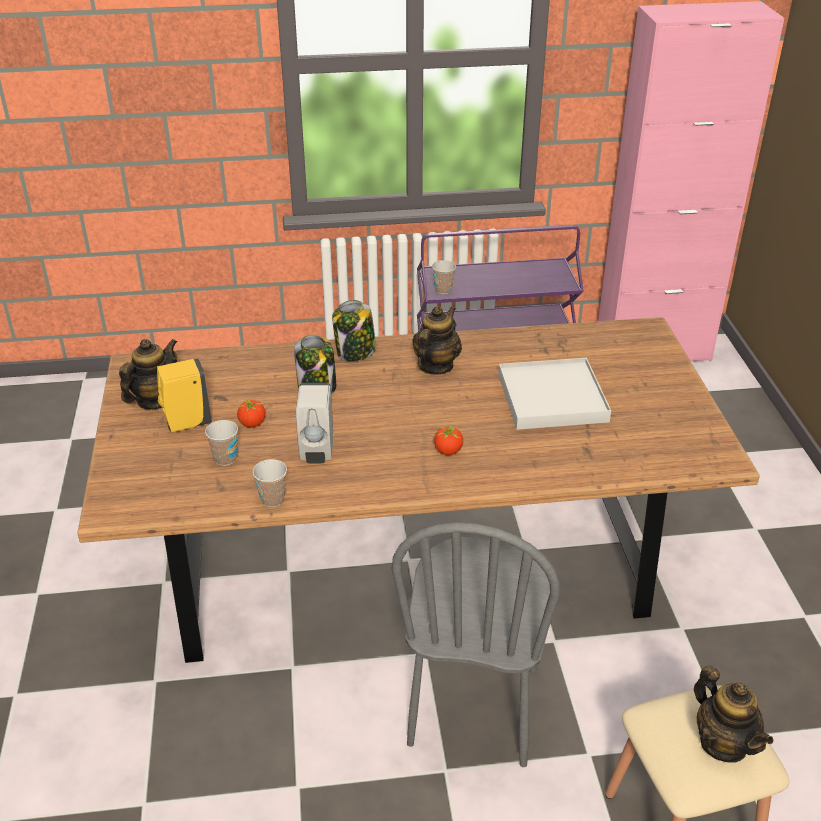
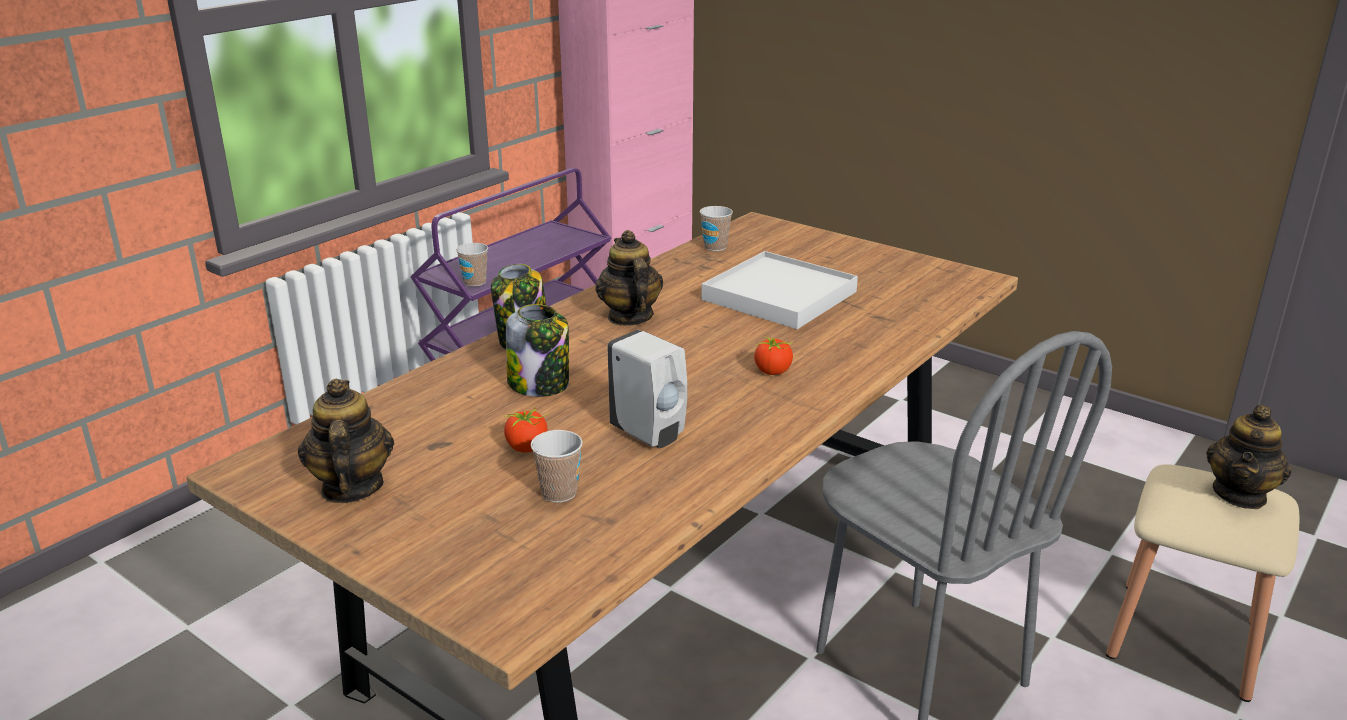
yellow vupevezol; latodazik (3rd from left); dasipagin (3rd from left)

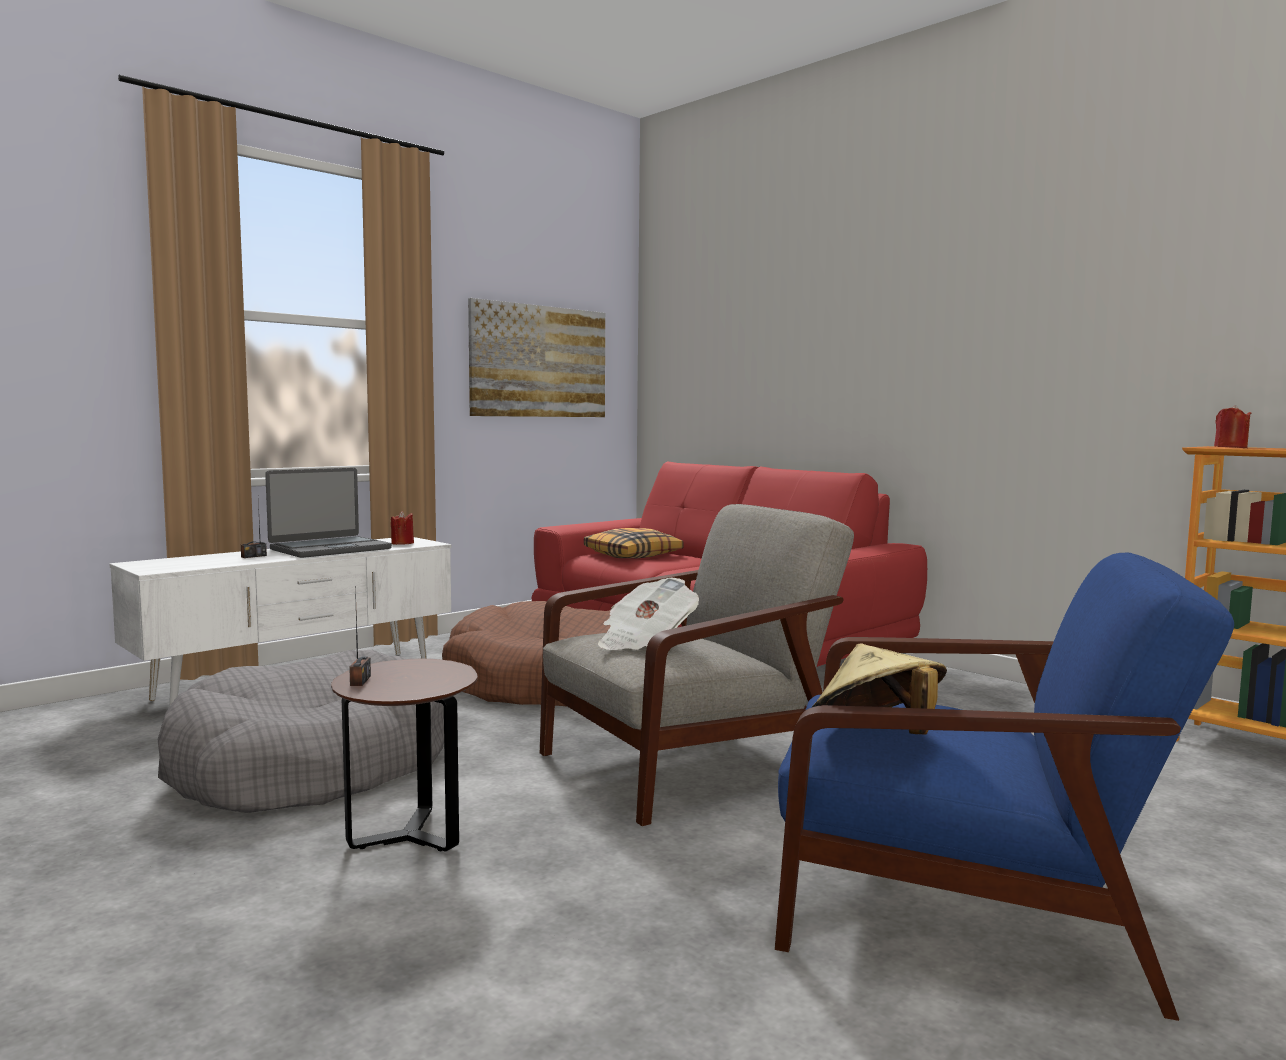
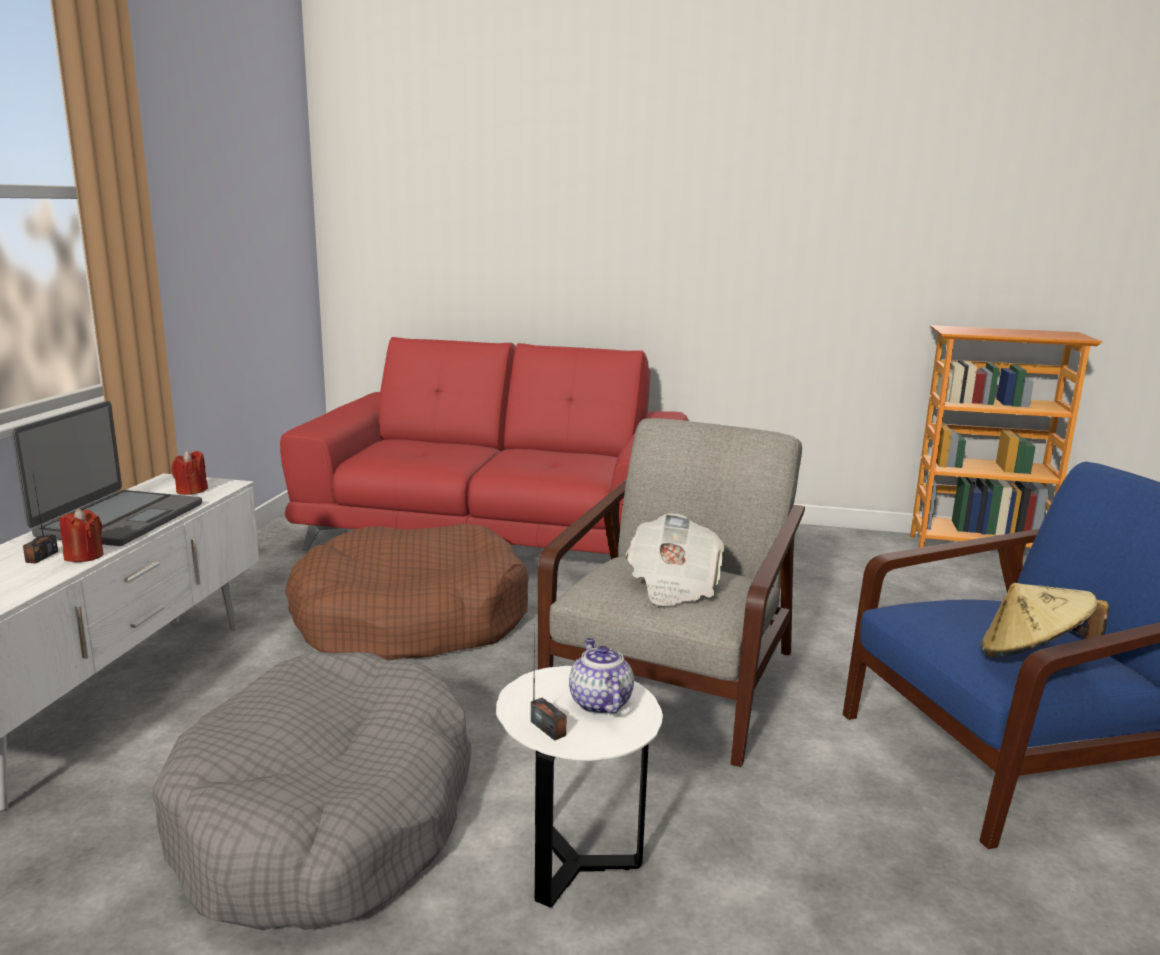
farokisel; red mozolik (1st from left); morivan; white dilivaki; dasipagin

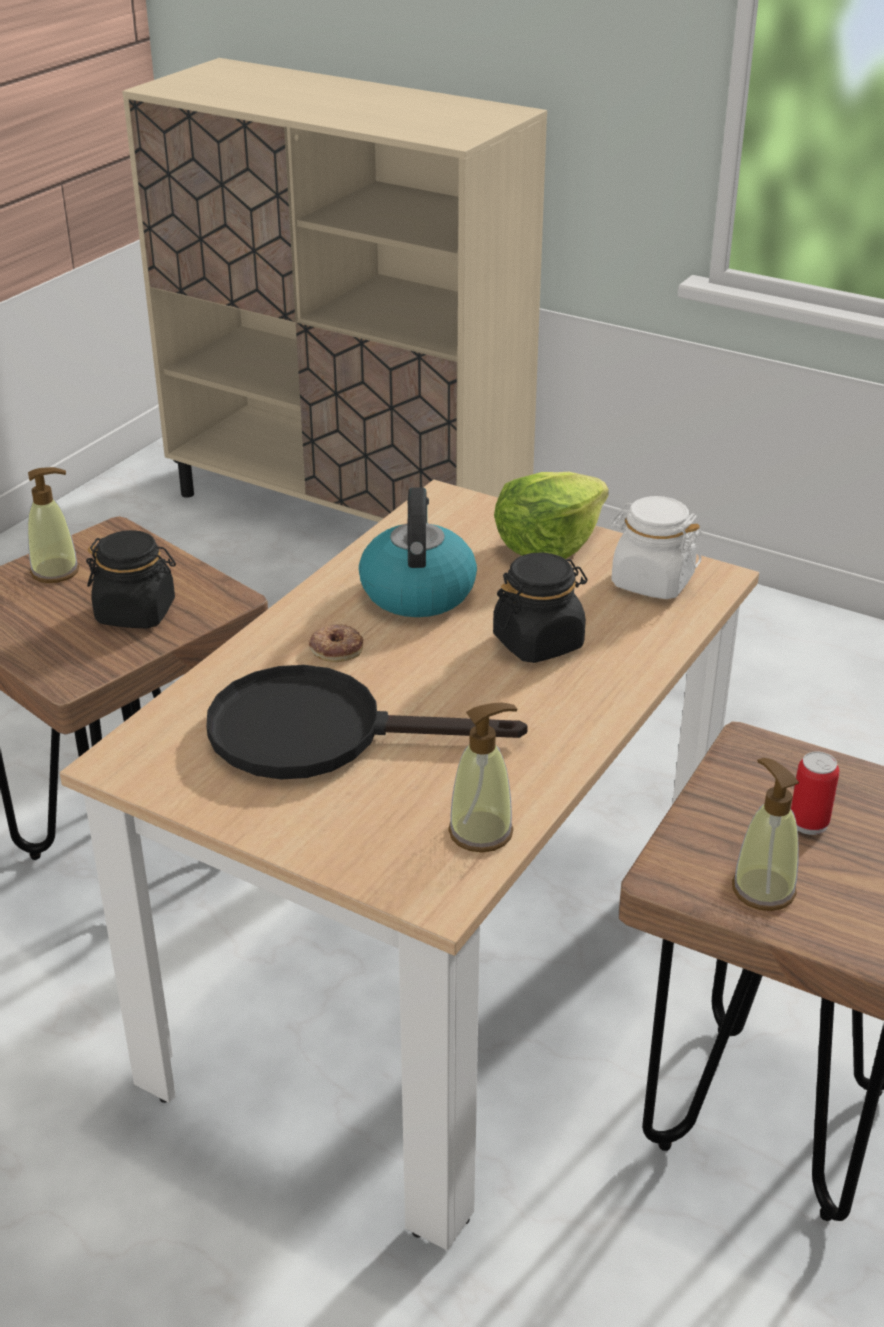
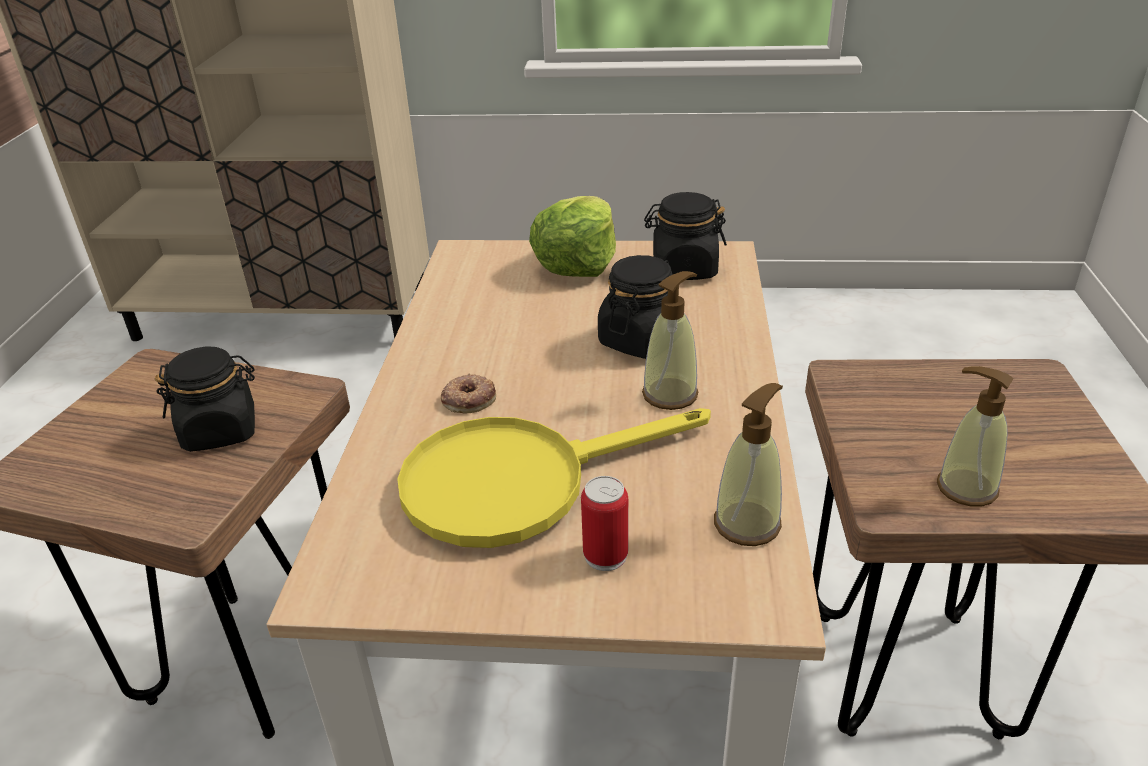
vupevezol (1st from left); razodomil; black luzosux (3rd from left); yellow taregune; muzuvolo

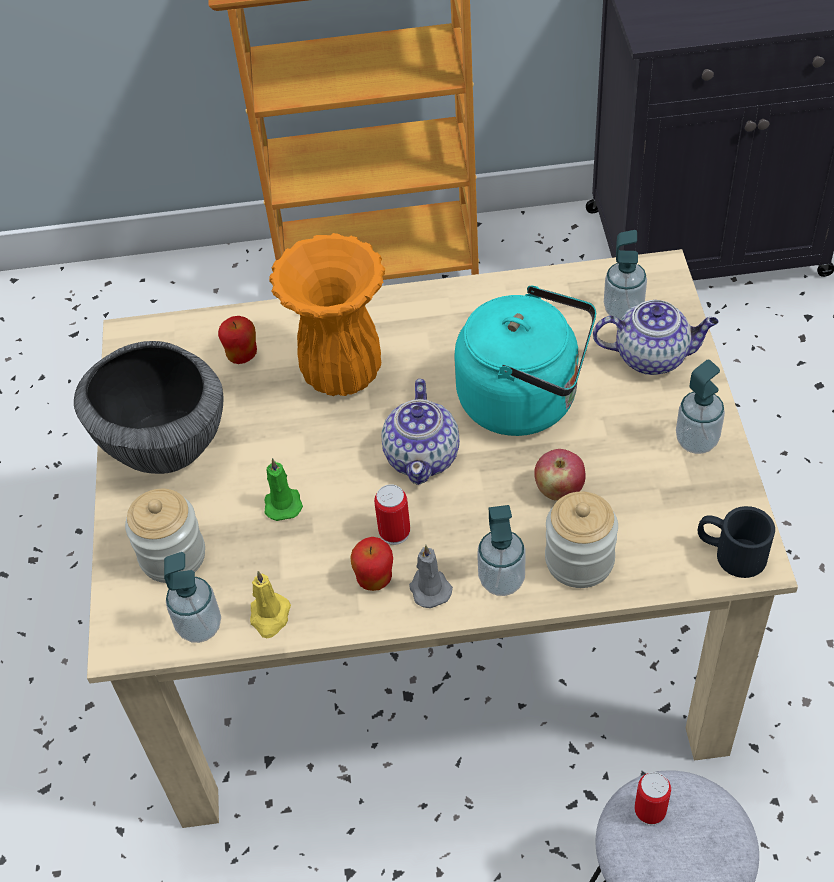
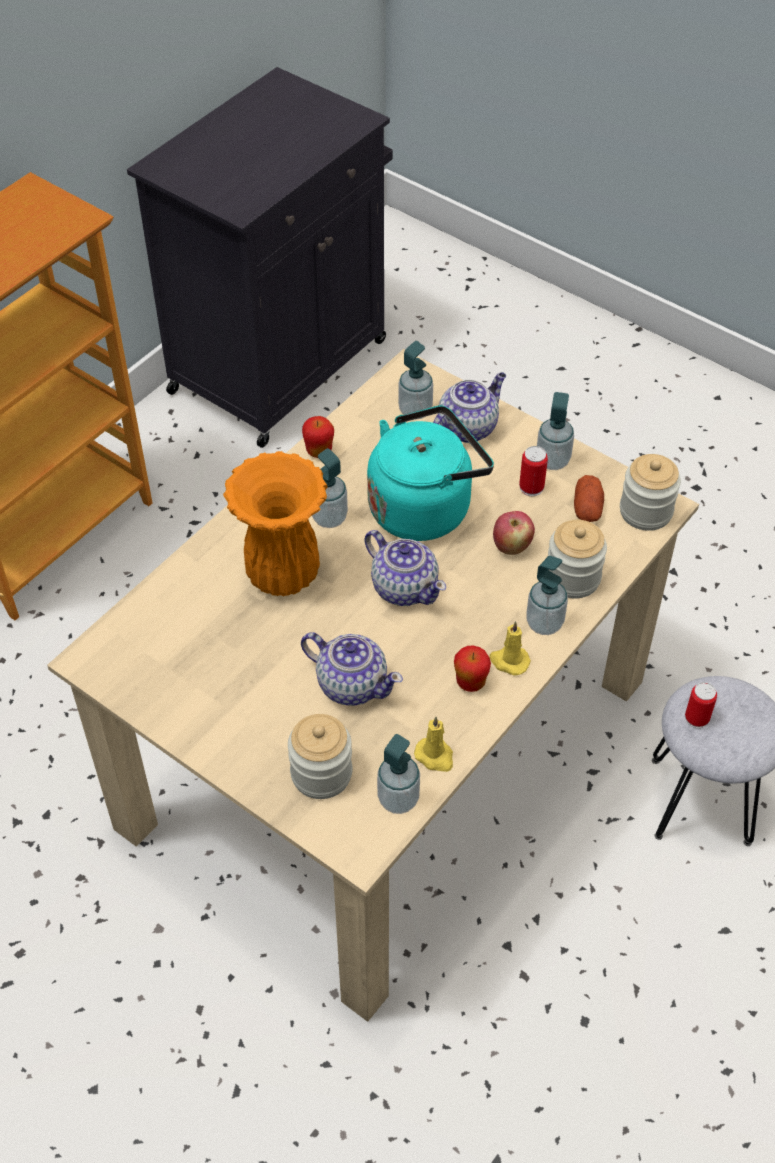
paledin (1st from left); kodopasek; dasipagin (1st from left); muzuvolo (1st from left); luzosux (3rd from left); yellow mozolik (2nd from left); vupevezol (1st from left); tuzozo

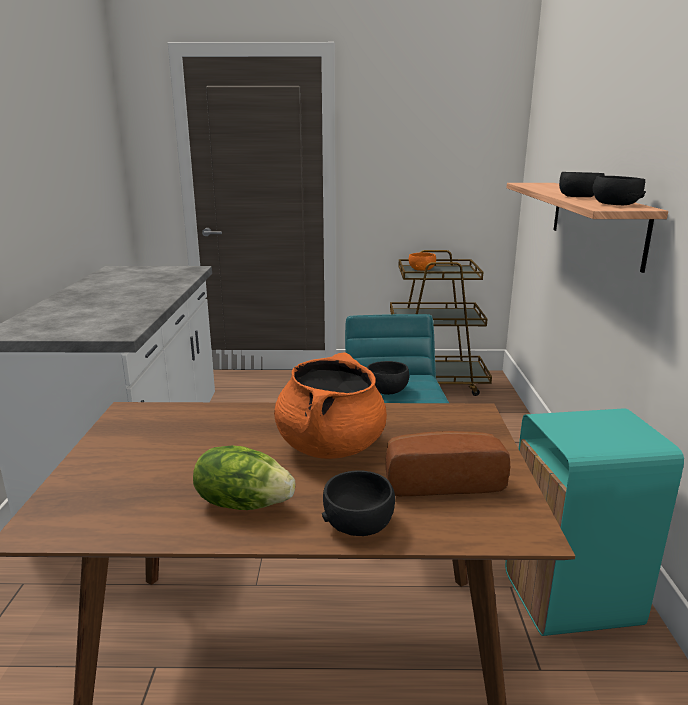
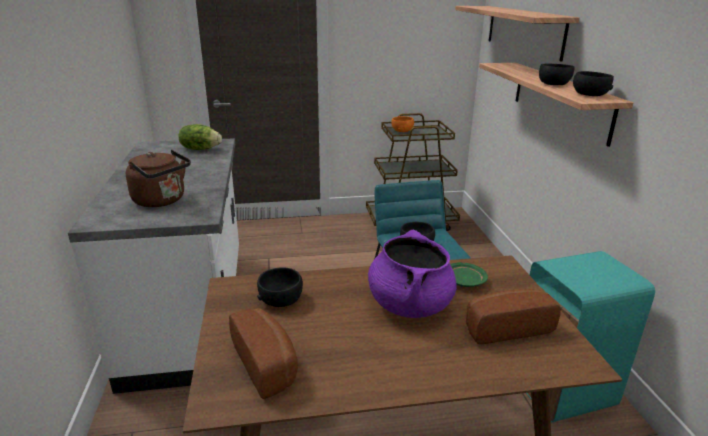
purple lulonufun; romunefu; black kodopasek (1st from left); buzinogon (1st from left); brown razodomil; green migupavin; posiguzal (1st from left)

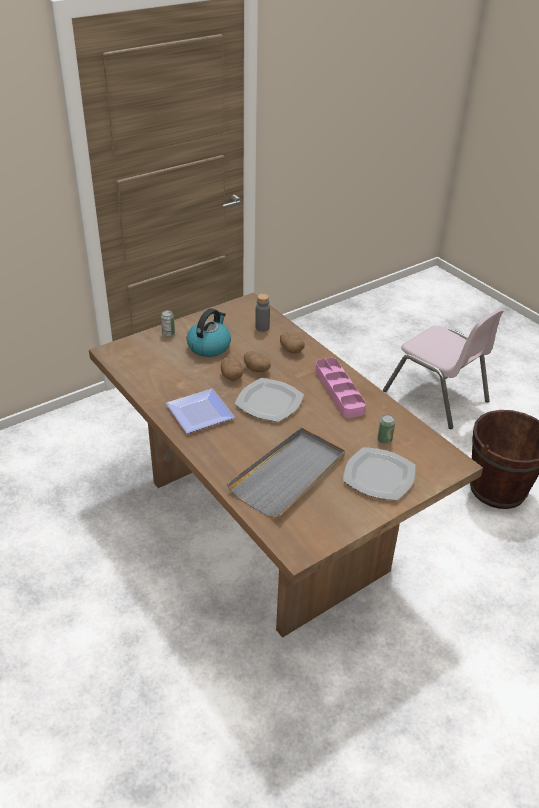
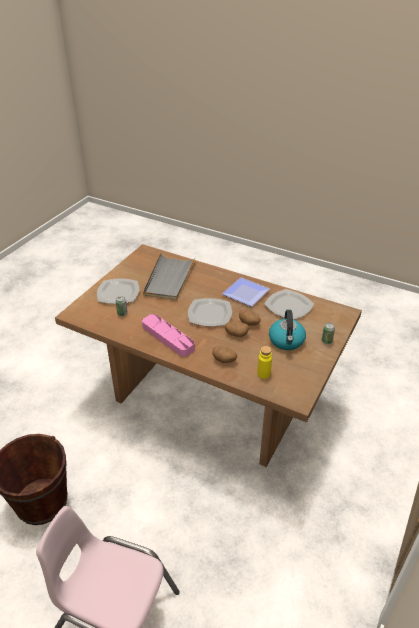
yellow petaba; migupavin (4th from left)

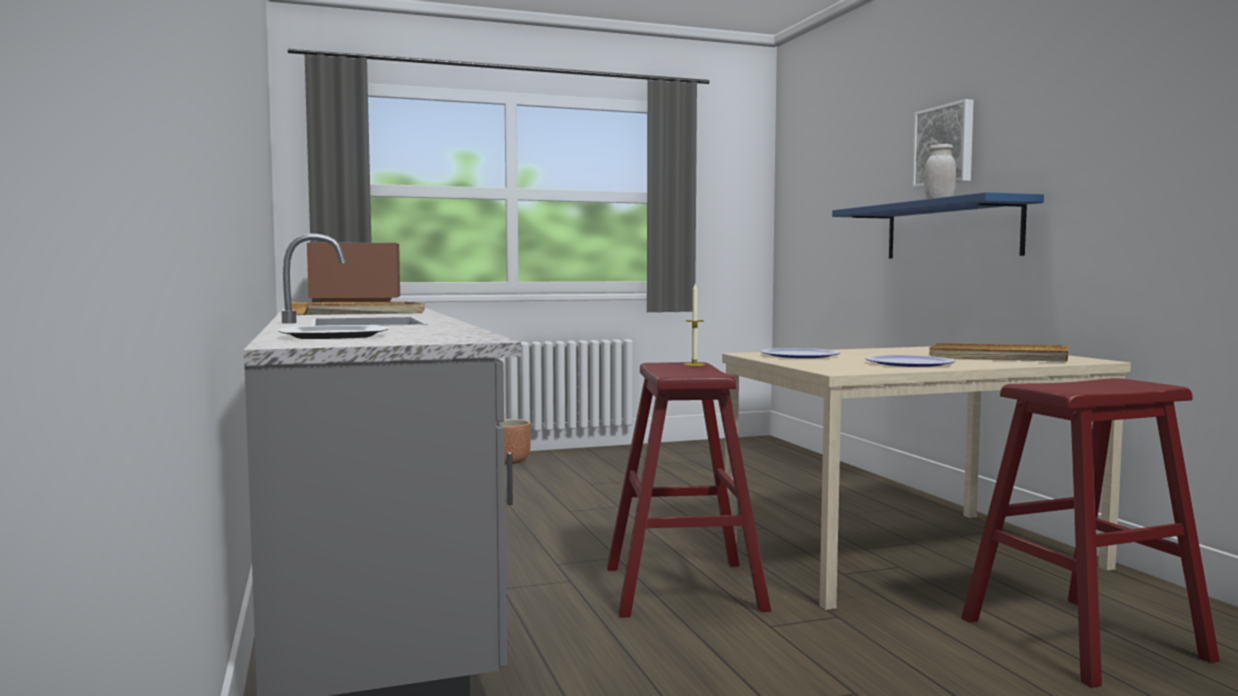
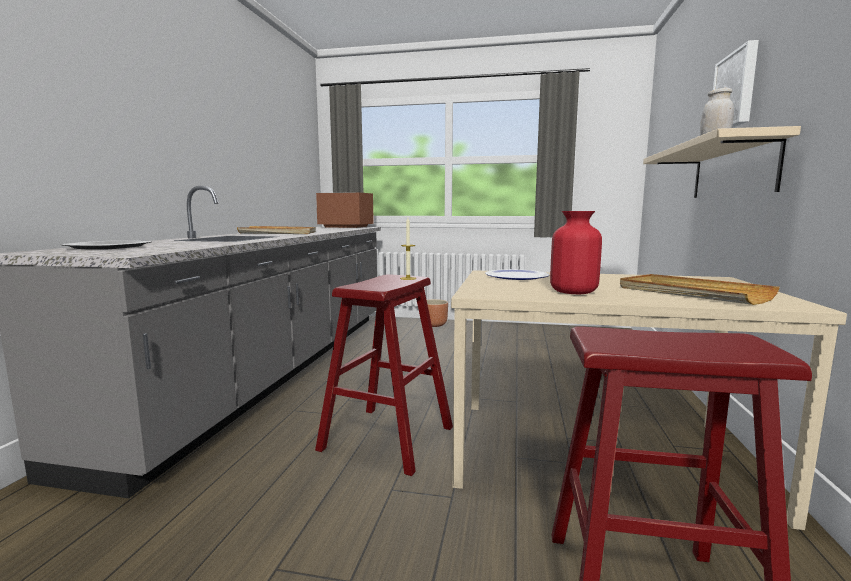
beige buzinogon; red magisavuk

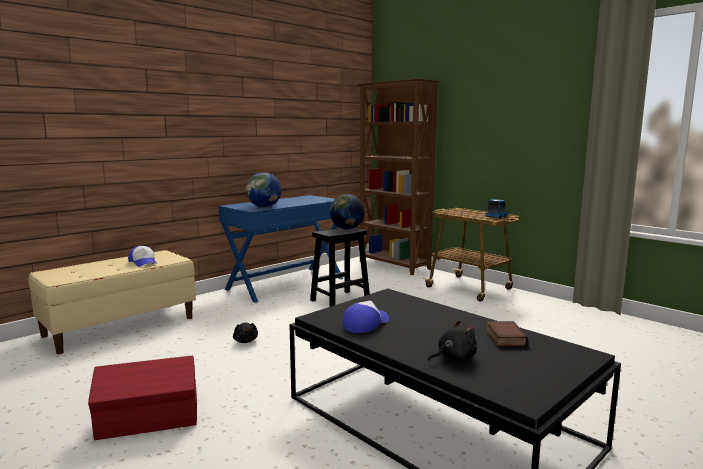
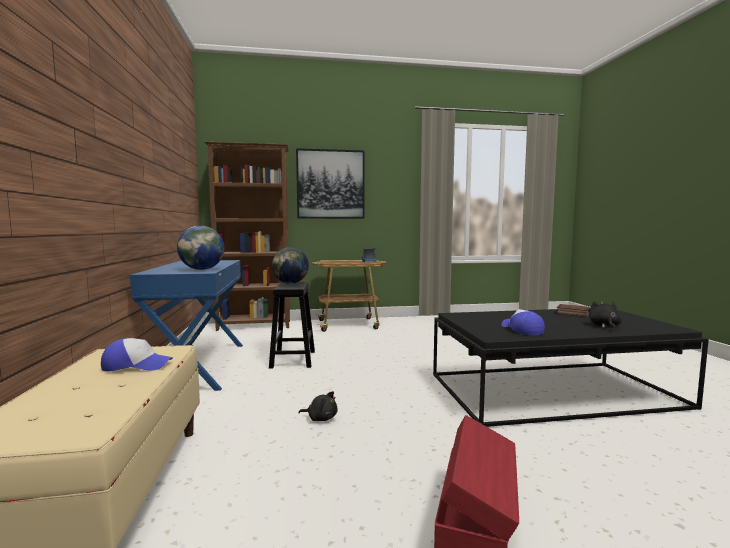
farokisel

